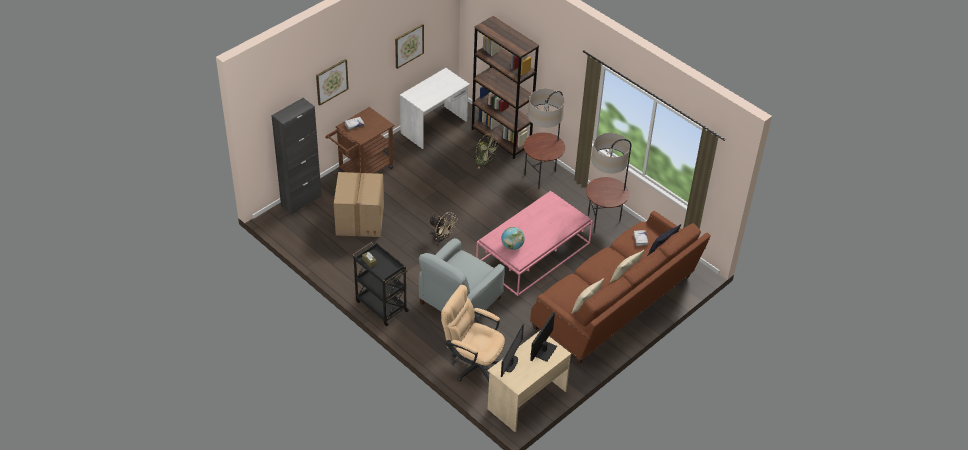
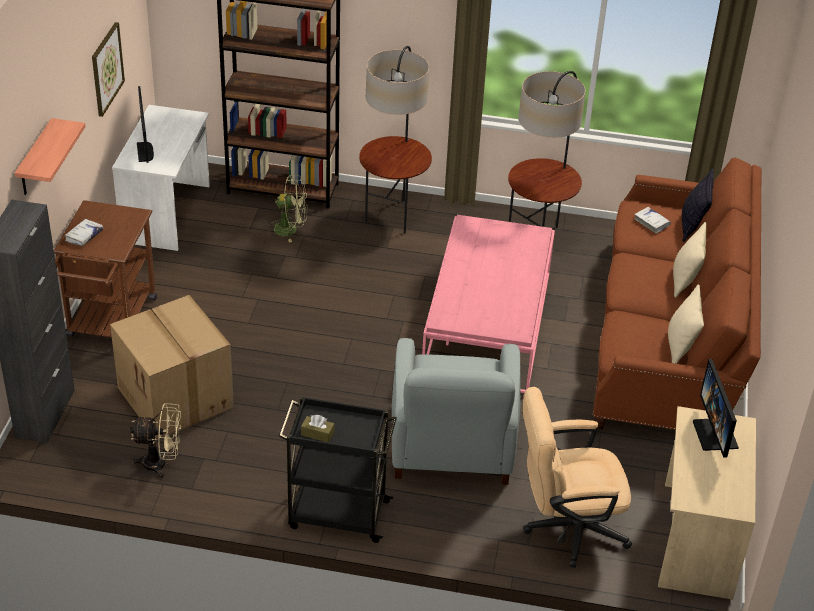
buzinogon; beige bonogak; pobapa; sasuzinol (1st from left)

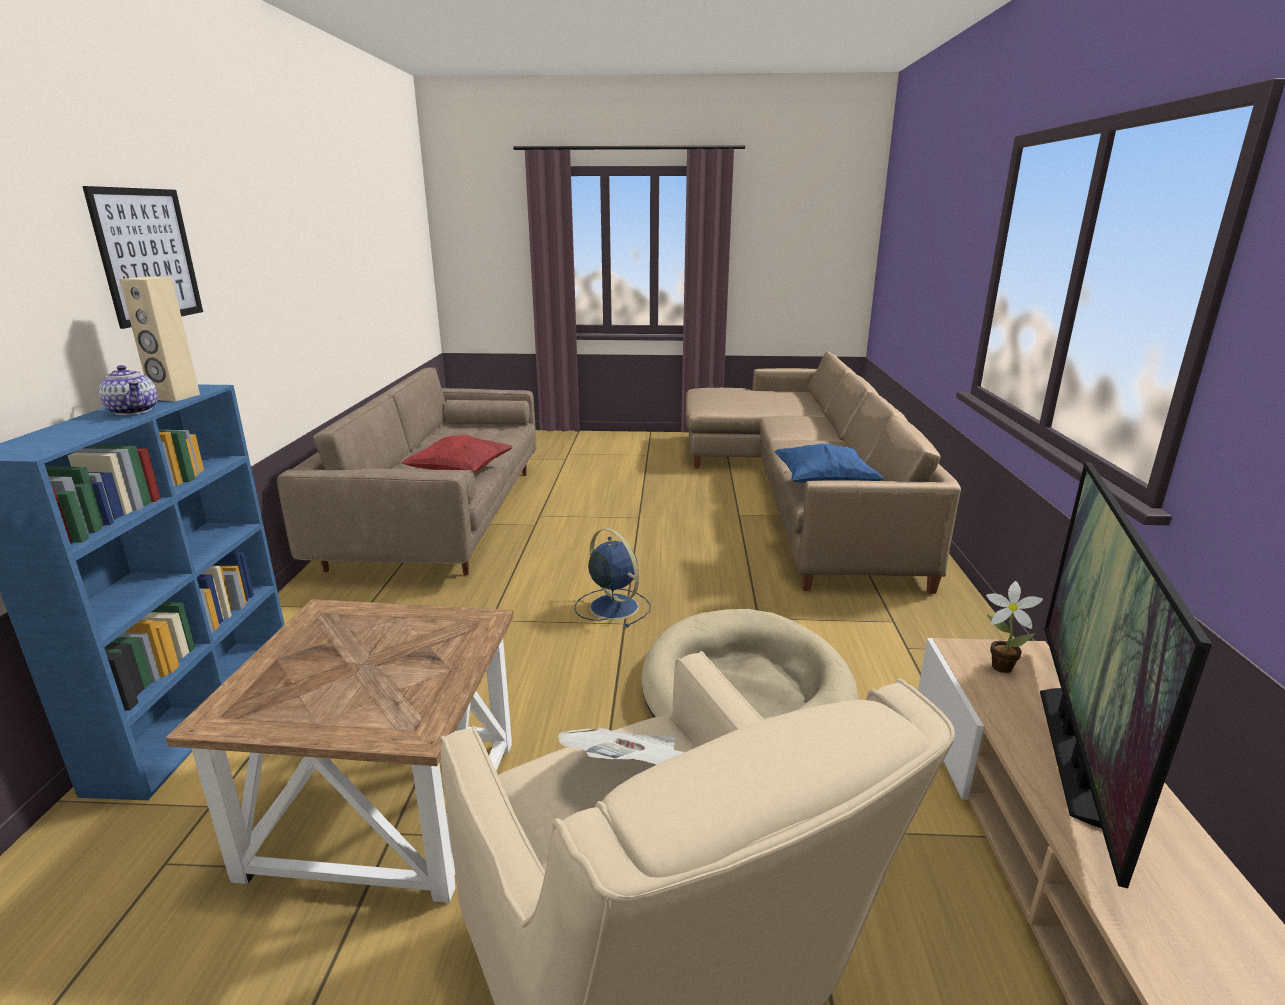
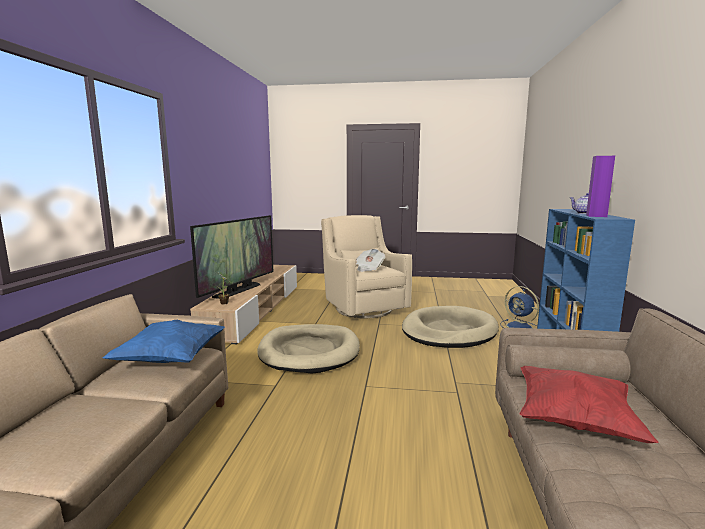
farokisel; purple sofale; blue bonogak; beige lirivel (2nd from left)

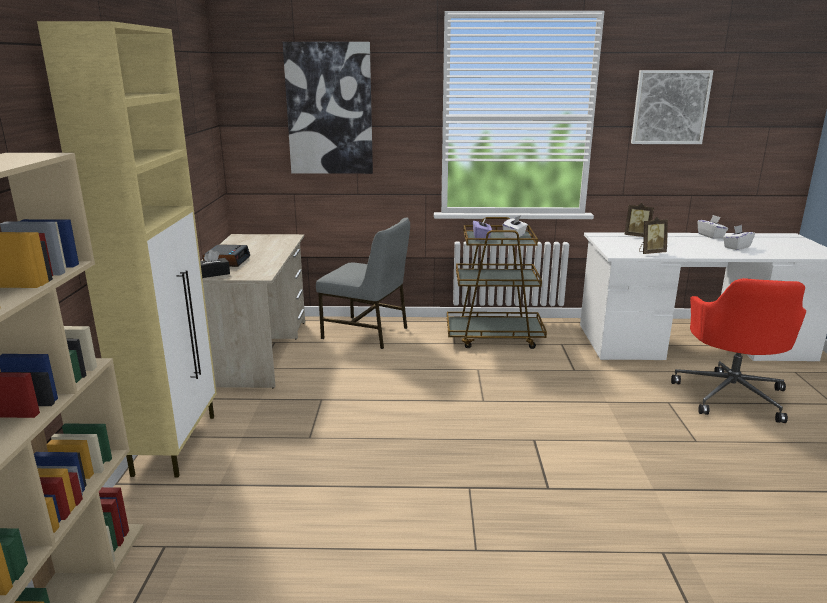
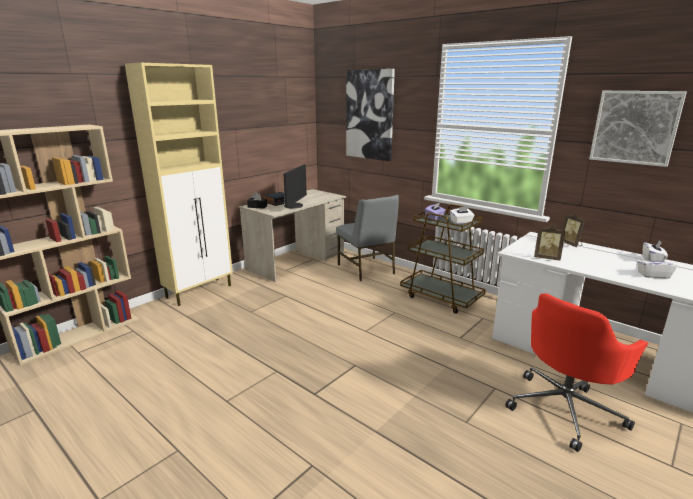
sasuzinol

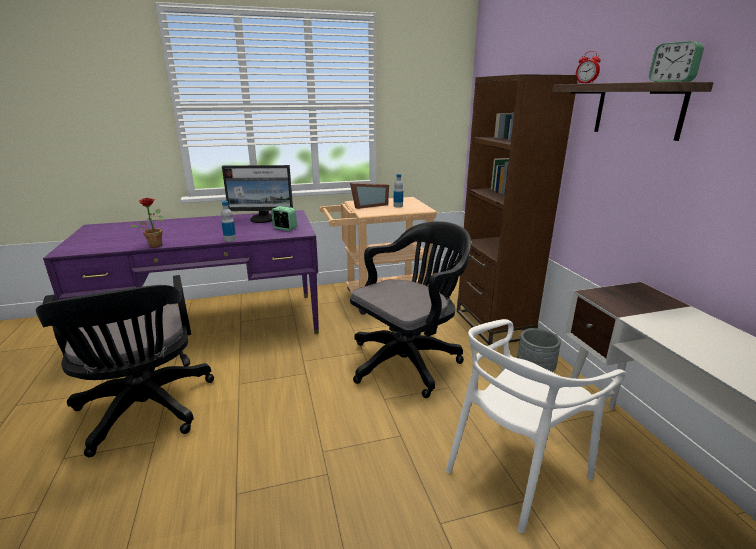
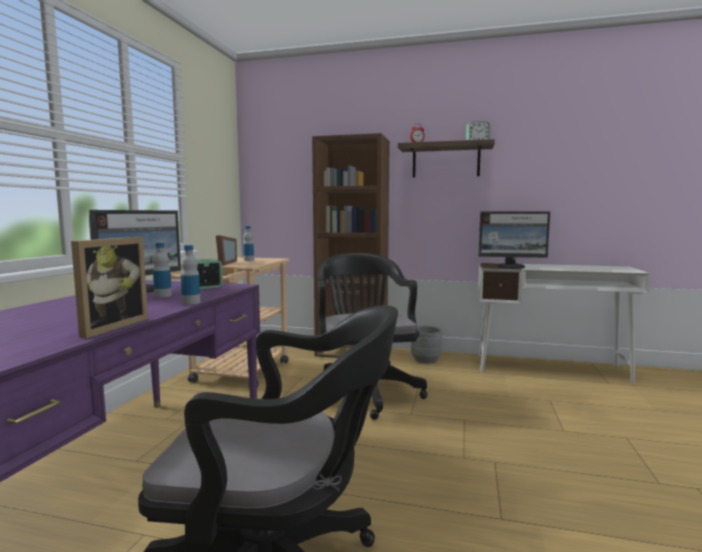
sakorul (1st from left); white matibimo; sasuzinol (2nd from left); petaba (1st from left)

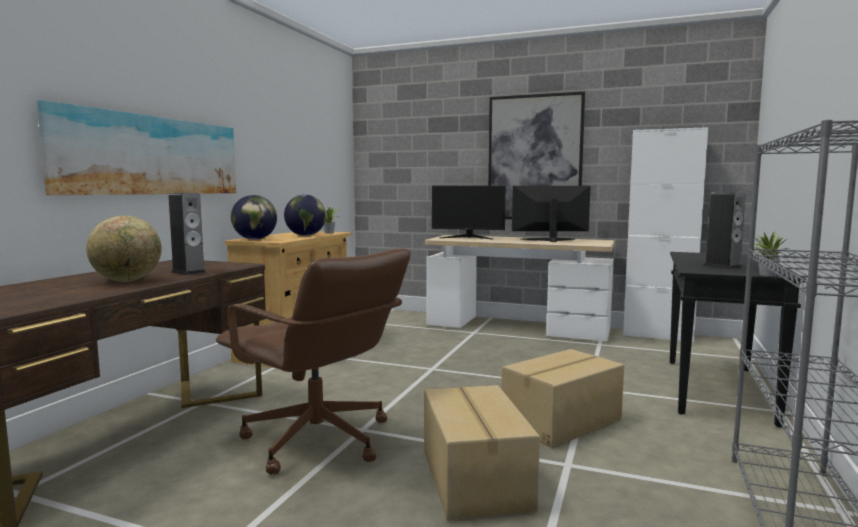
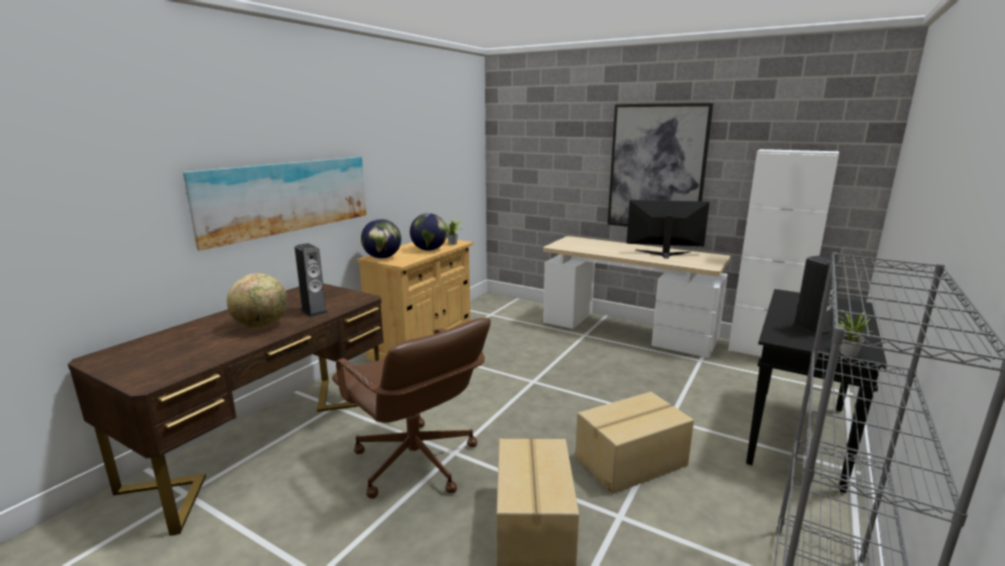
sasuzinol (1st from left in the first image)

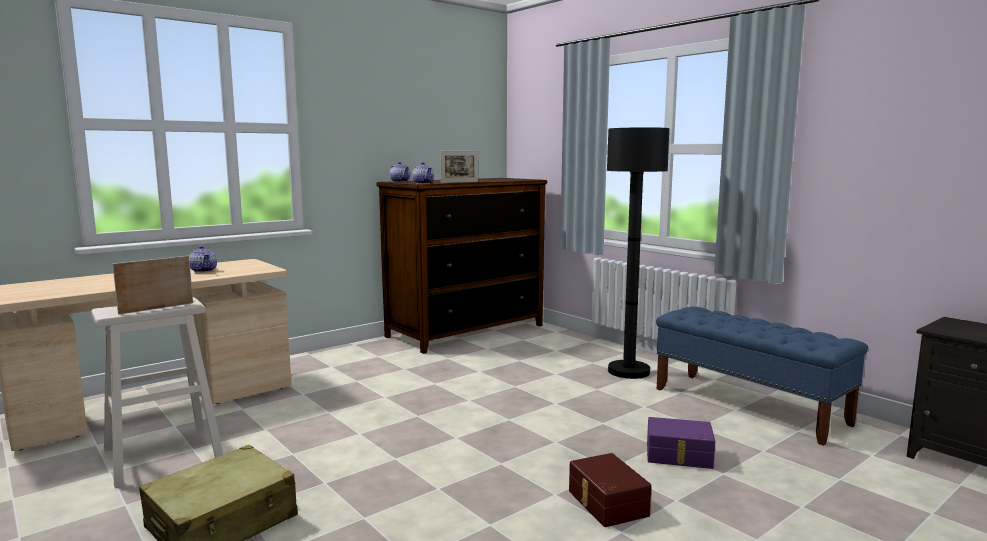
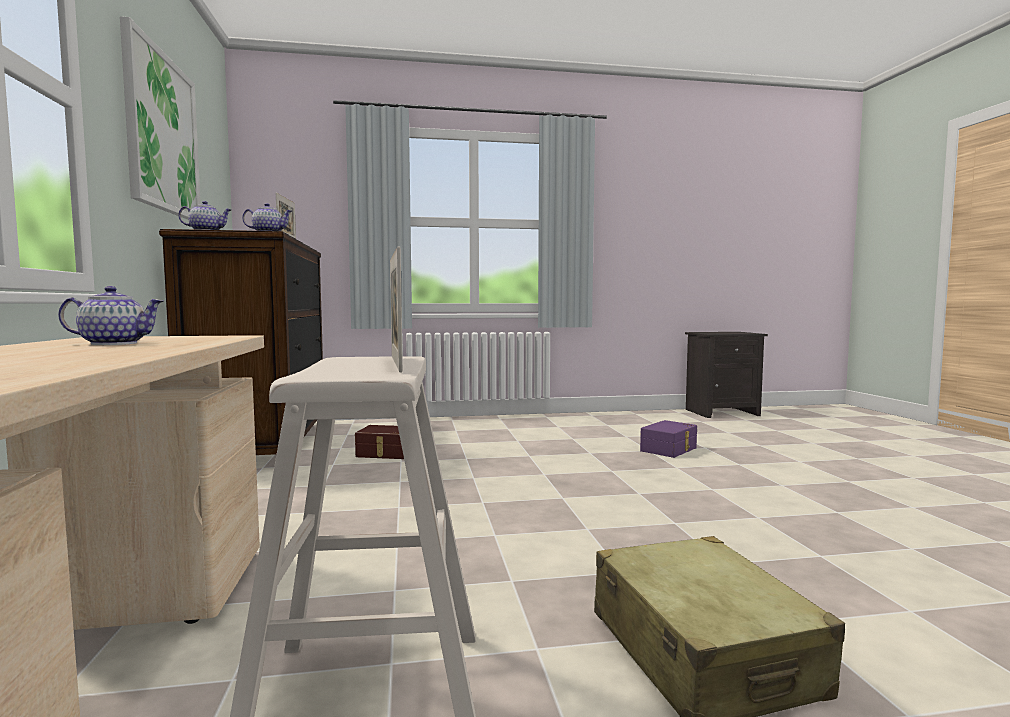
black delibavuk; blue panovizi; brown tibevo; farokisel

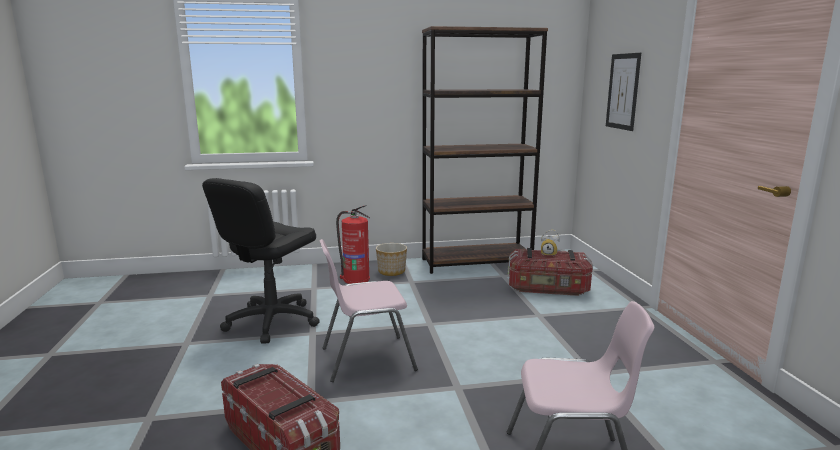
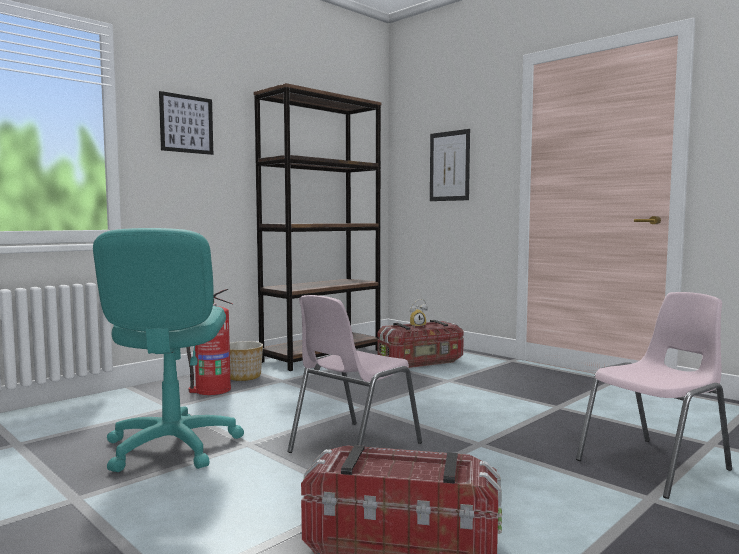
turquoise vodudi; farokisel (1st from left)

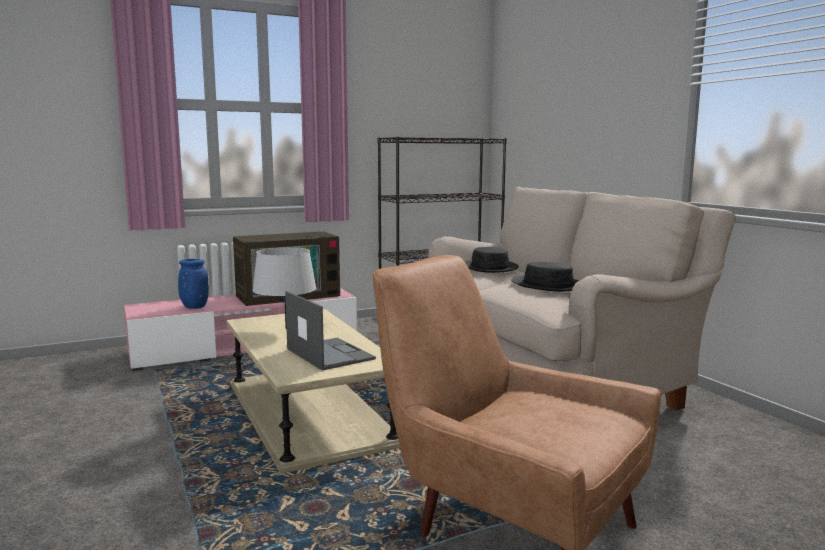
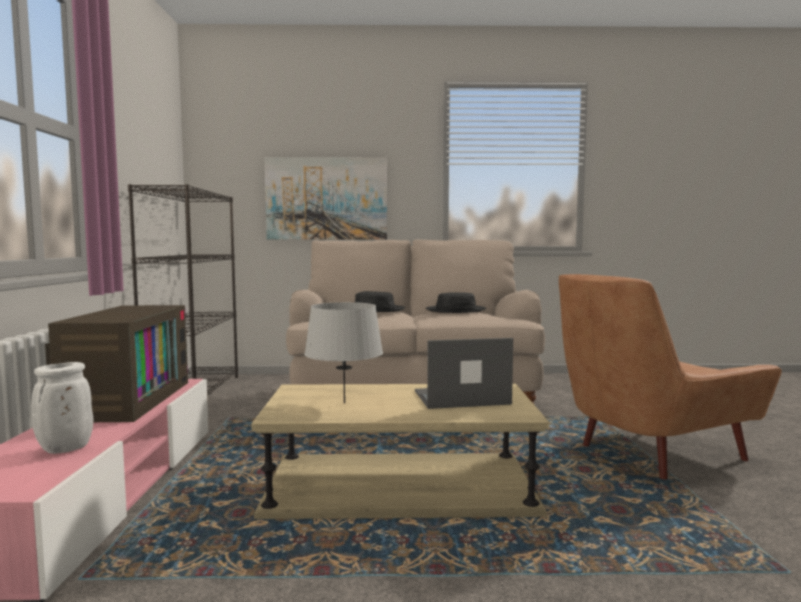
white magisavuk; farokisel

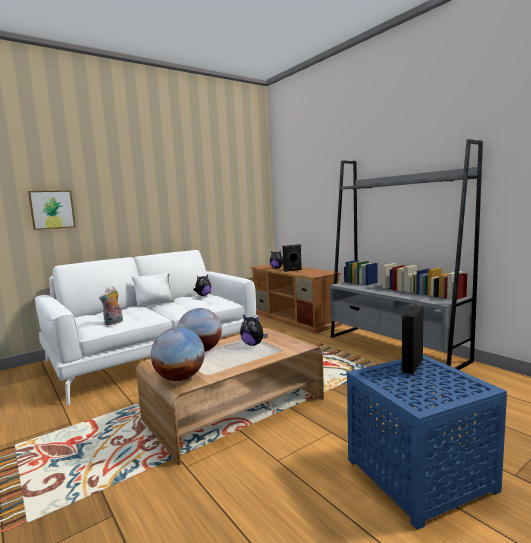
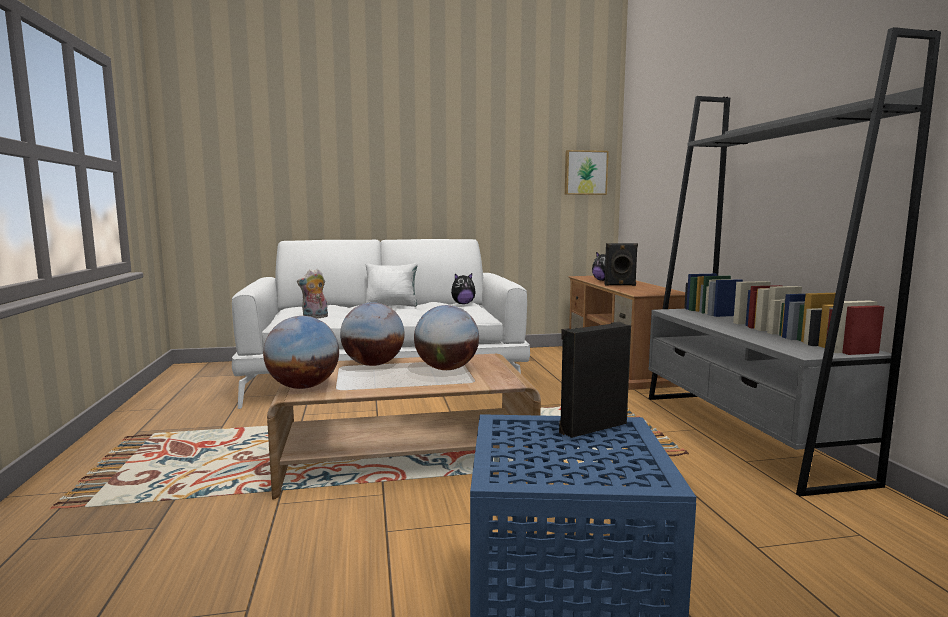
farokisel; pobapa (3rd from left)

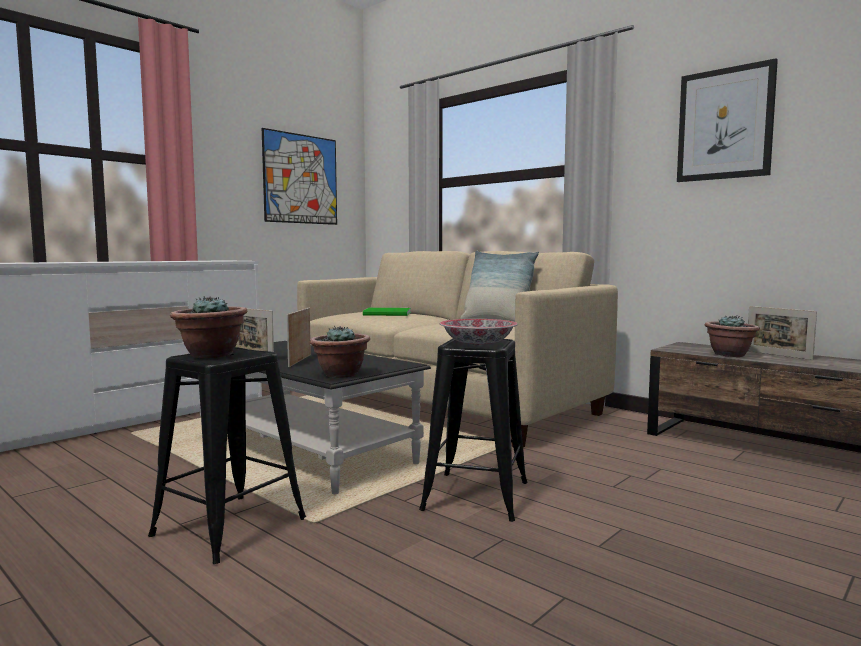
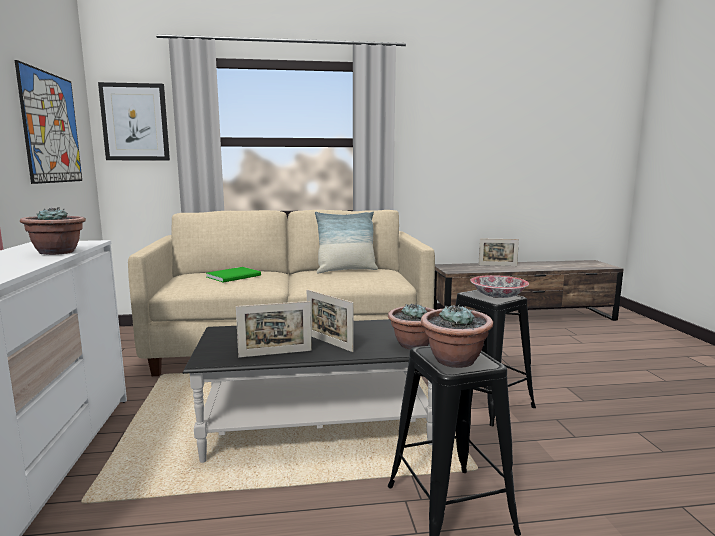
farokisel (2nd from left); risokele (1st from left)

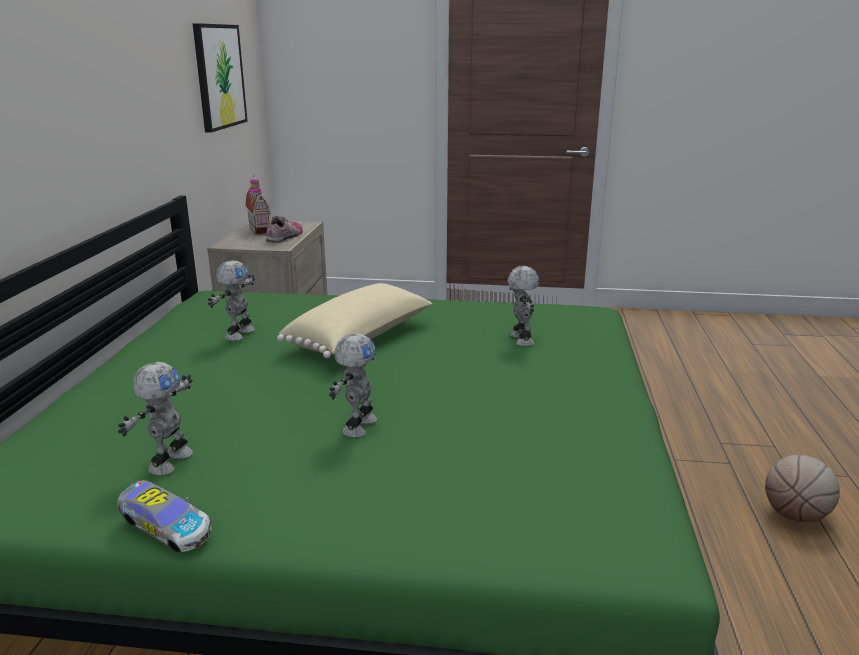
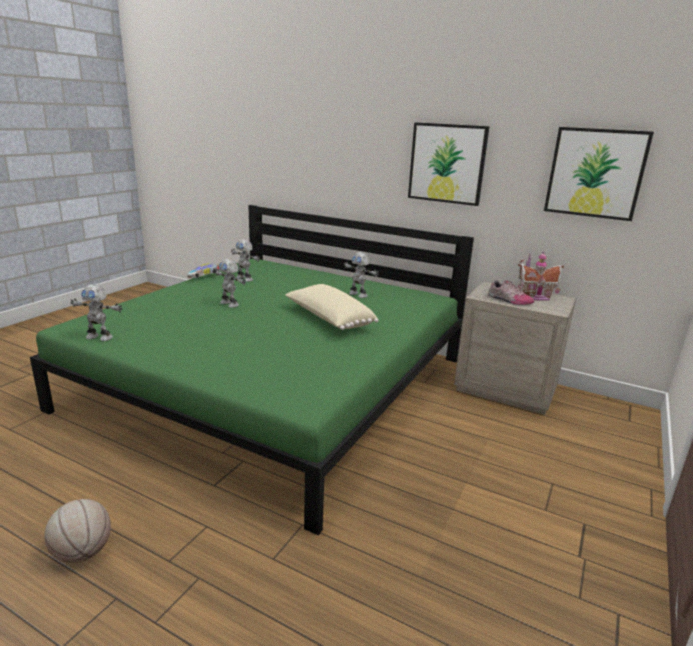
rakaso (1st from left); farokisel (1st from left)

